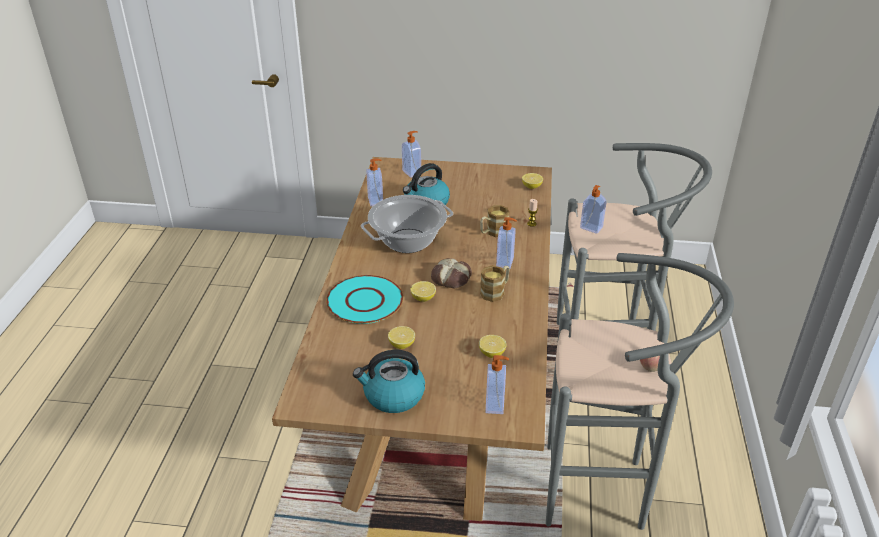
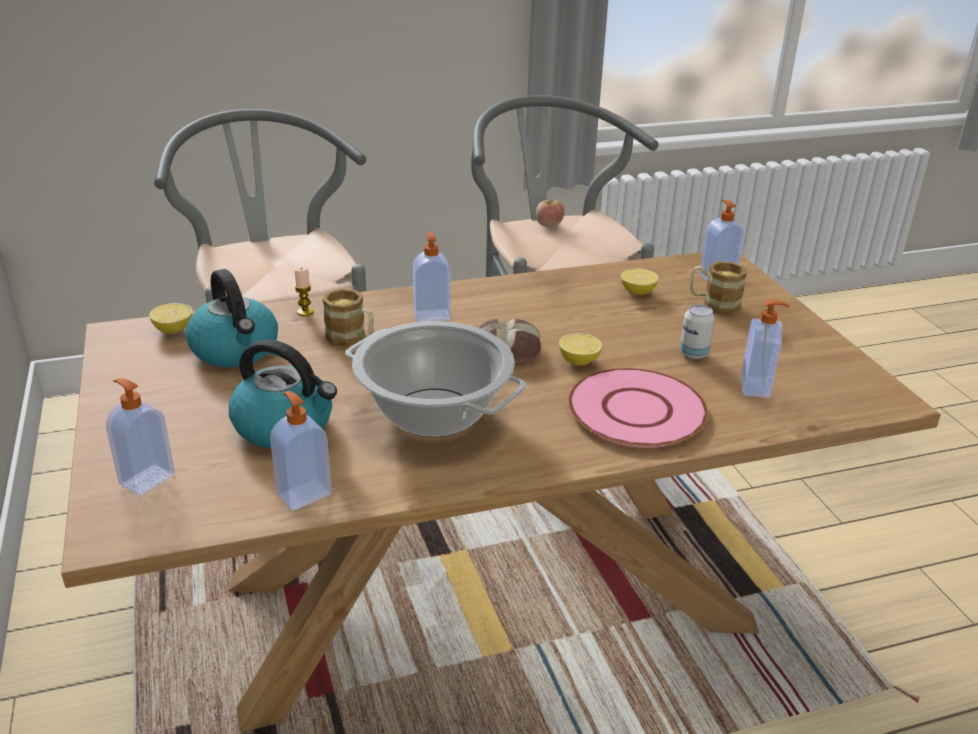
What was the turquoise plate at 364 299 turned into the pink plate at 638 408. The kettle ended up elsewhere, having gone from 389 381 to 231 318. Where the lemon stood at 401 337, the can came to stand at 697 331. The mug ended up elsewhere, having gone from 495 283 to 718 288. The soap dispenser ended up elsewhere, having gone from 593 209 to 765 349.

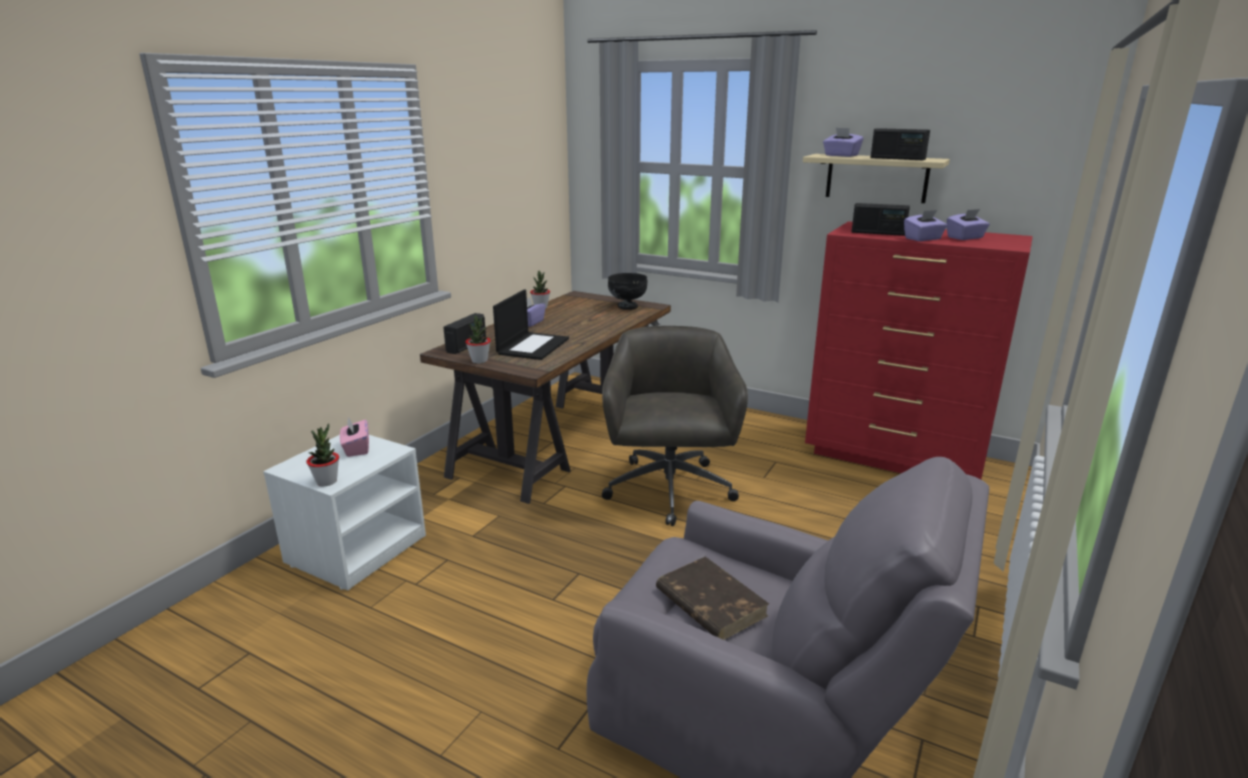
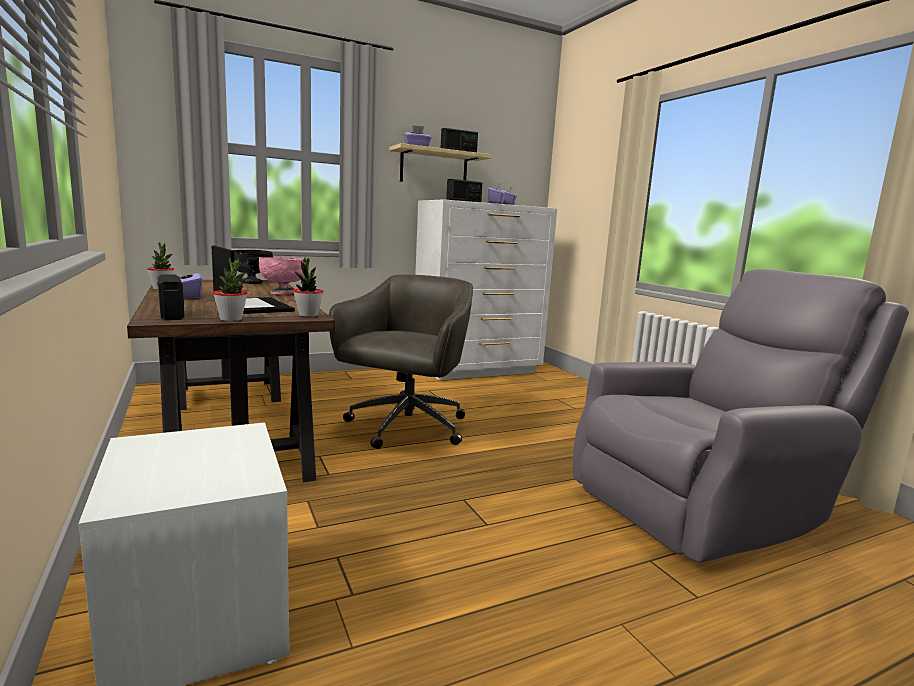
The potted plant ended up elsewhere, having gone from 322 455 to 308 287. The second view lost the pink tissue box at 354 437. The grey office chair at 675 426 ended up facing another way, 75 degrees clockwise from before. The second view lost the brown book at 712 598. What was the red dresser at 919 350 turned into the white dresser at 486 289. The second view gained the pink bowl at 283 275.

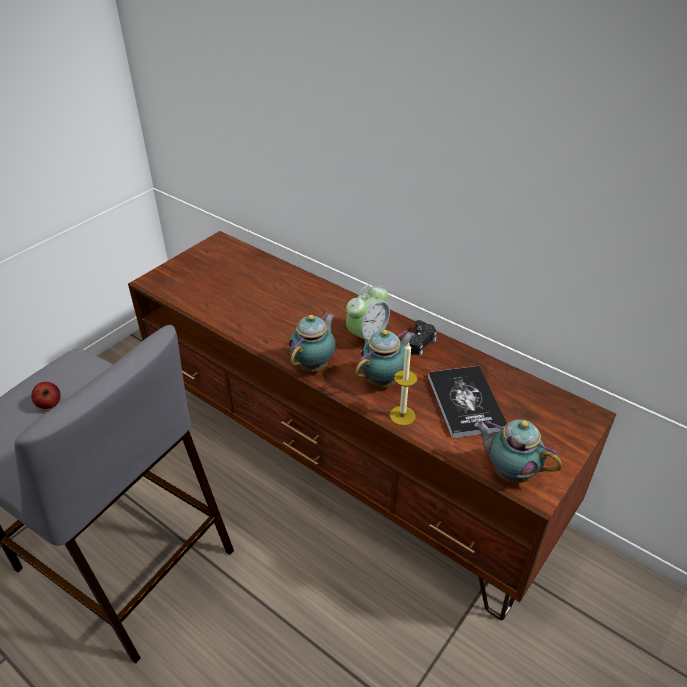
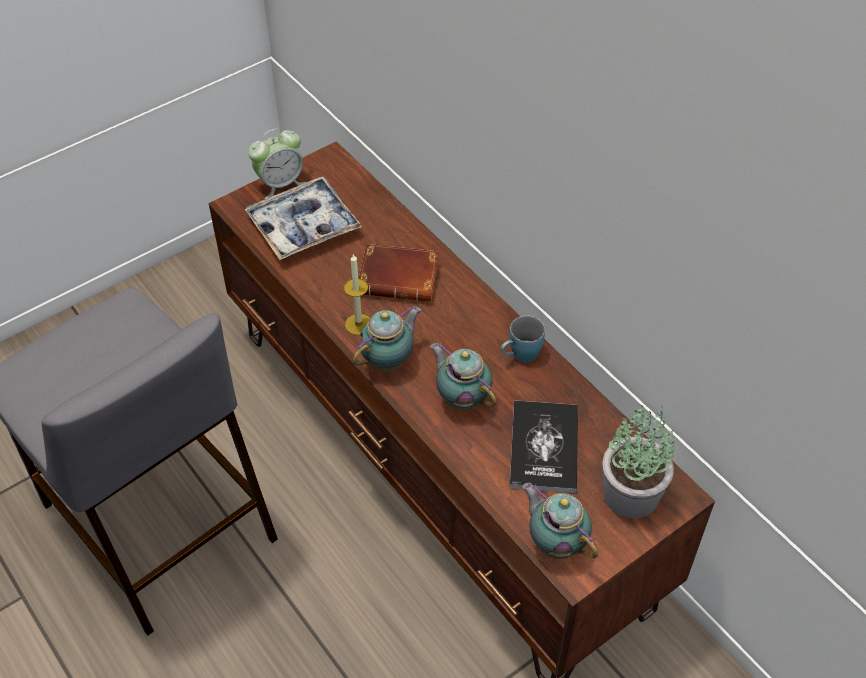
The second view lost the apple at 46 395. The alarm clock ended up elsewhere, having gone from 368 317 to 277 163. The teapot at 384 358 ended up facing another way, 105 degrees counterclockwise from before. The candle ended up elsewhere, having gone from 403 384 to 357 294. Where the black game controller stood at 418 338, the blue mug came to stand at 523 338. The second view gained the tray at 303 218. The second view gained the brown book at 398 273. The second view gained the potted plant at 638 461.

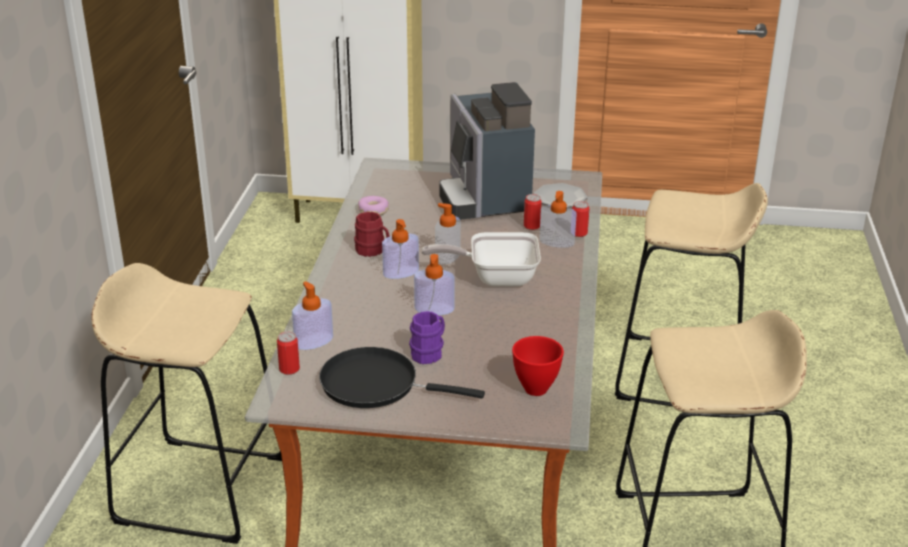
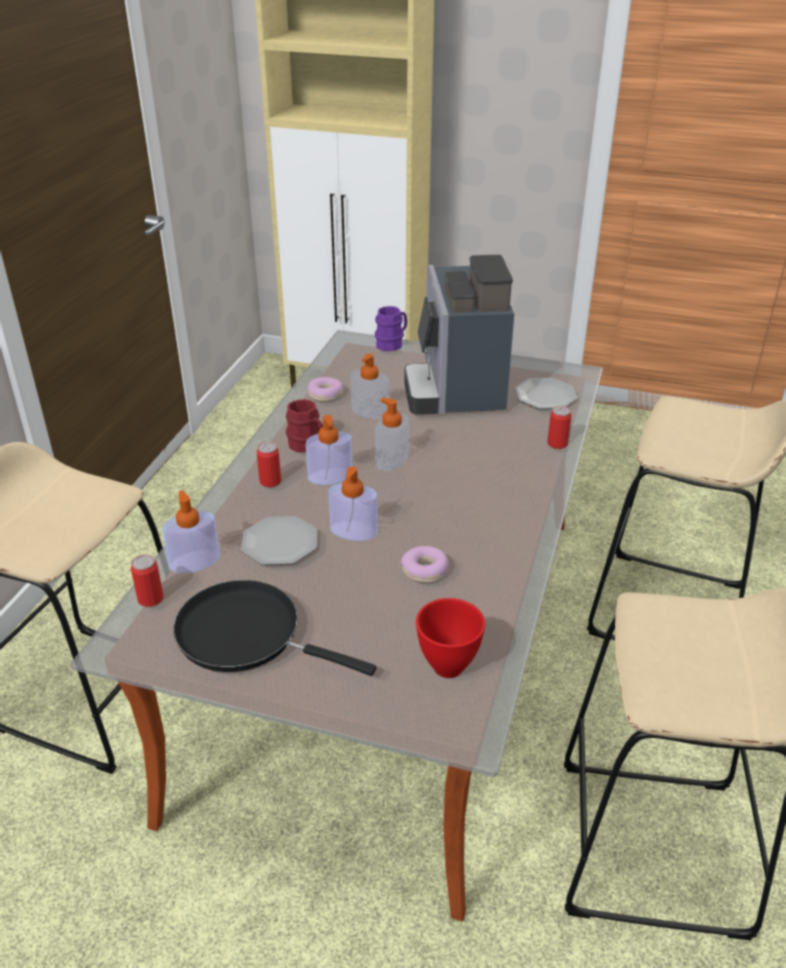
The purple mug ended up elsewhere, having gone from 427 337 to 391 328. The second view lost the frying pan at 481 259. The can ended up elsewhere, having gone from 532 212 to 269 464. The soap dispenser ended up elsewhere, having gone from 558 219 to 370 386. The second view gained the plate at 279 540. The second view gained the donut at 425 564.

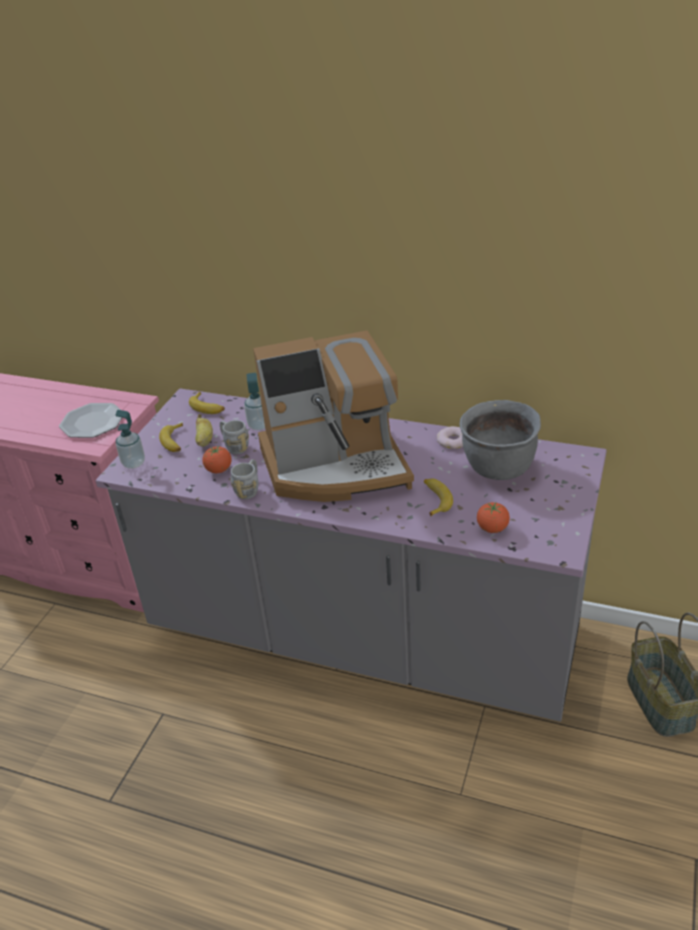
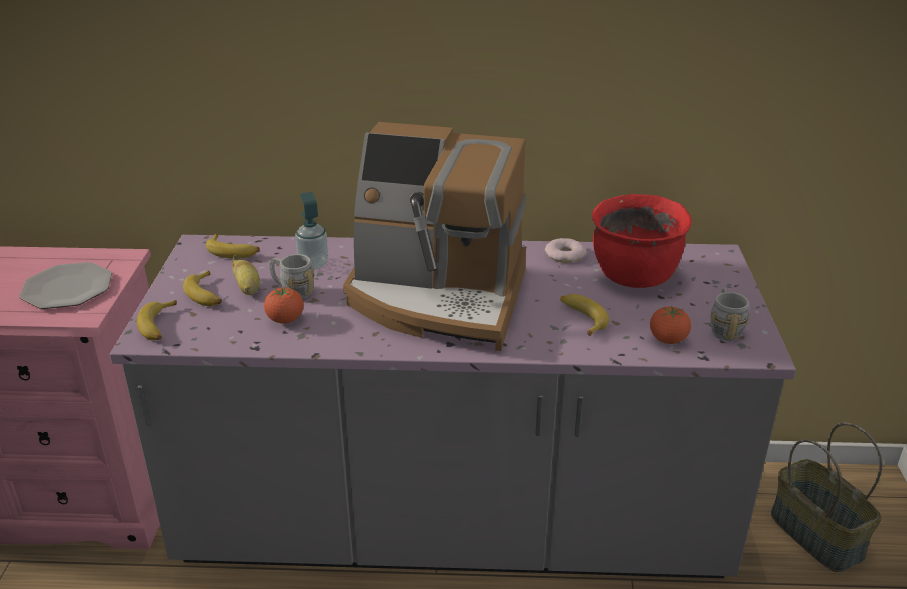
Where the soap dispenser stood at 130 439, the banana came to stand at 157 320. The grey mug ended up elsewhere, having gone from 244 479 to 729 314. The coffee machine at 333 416 ended up facing another way, 45 degrees clockwise from before. What was the grey cooking pot at 500 440 turned into the red cooking pot at 642 241.

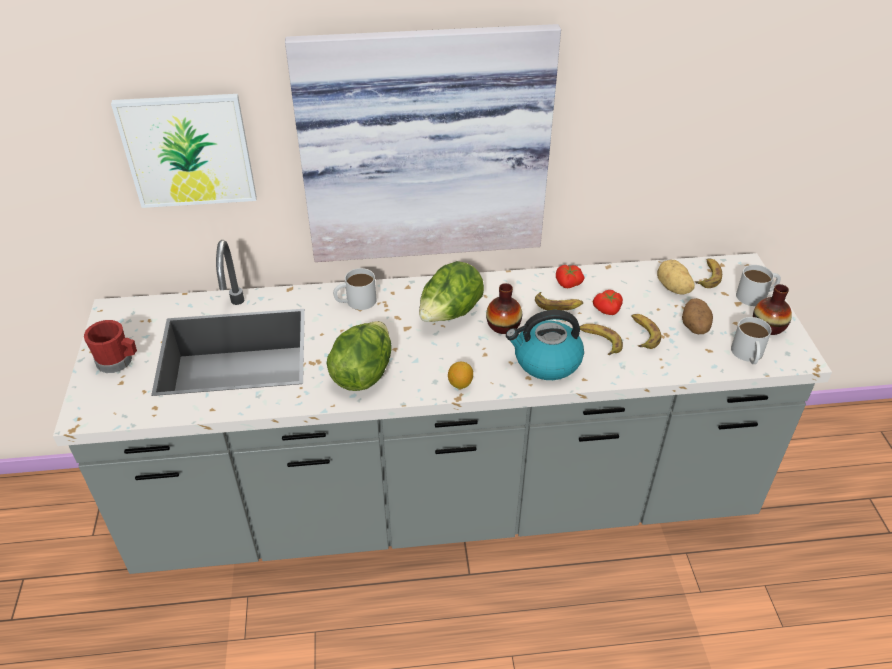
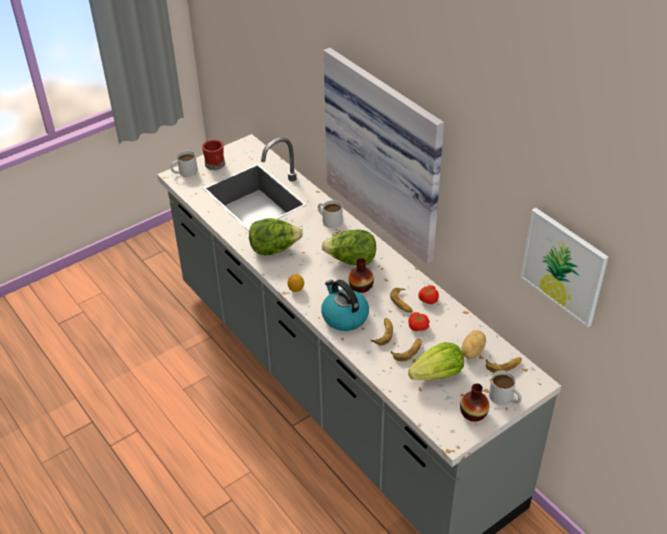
The picture ended up elsewhere, having gone from 184 151 to 564 267. Where the potato stood at 697 316, the lettuce came to stand at 436 361. The white mug ended up elsewhere, having gone from 751 340 to 184 164.

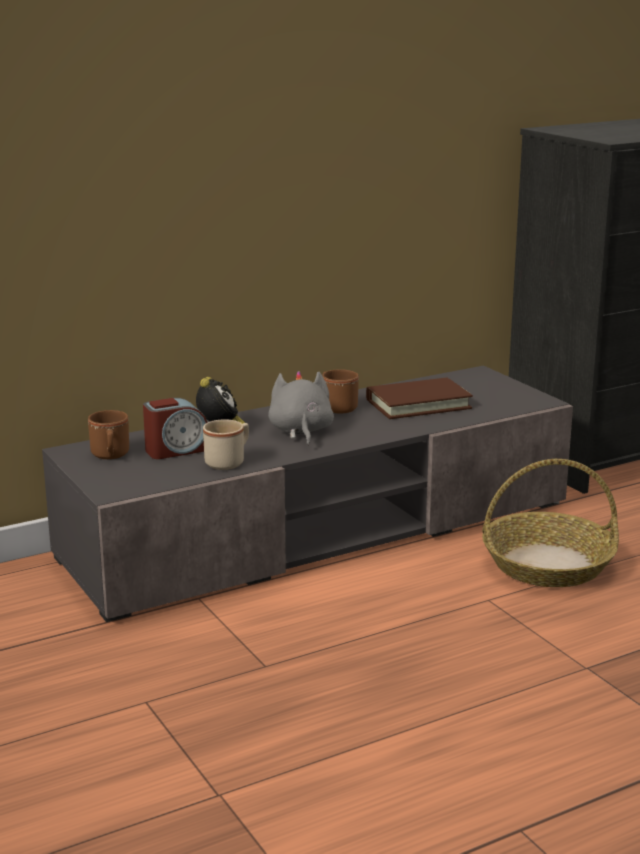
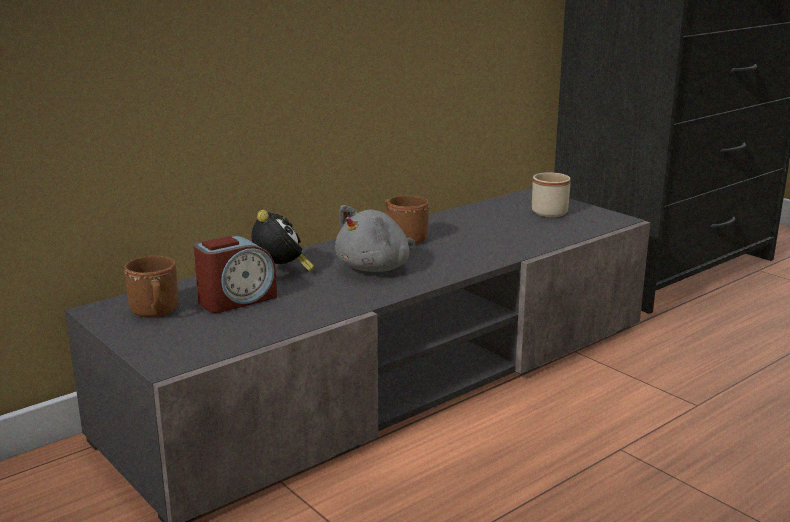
The beige mug ended up elsewhere, having gone from 226 444 to 551 194. The grey plush toy at 301 408 ended up facing another way, 120 degrees counterclockwise from before. The second view lost the brown book at 419 398. The second view lost the basket at 550 523.

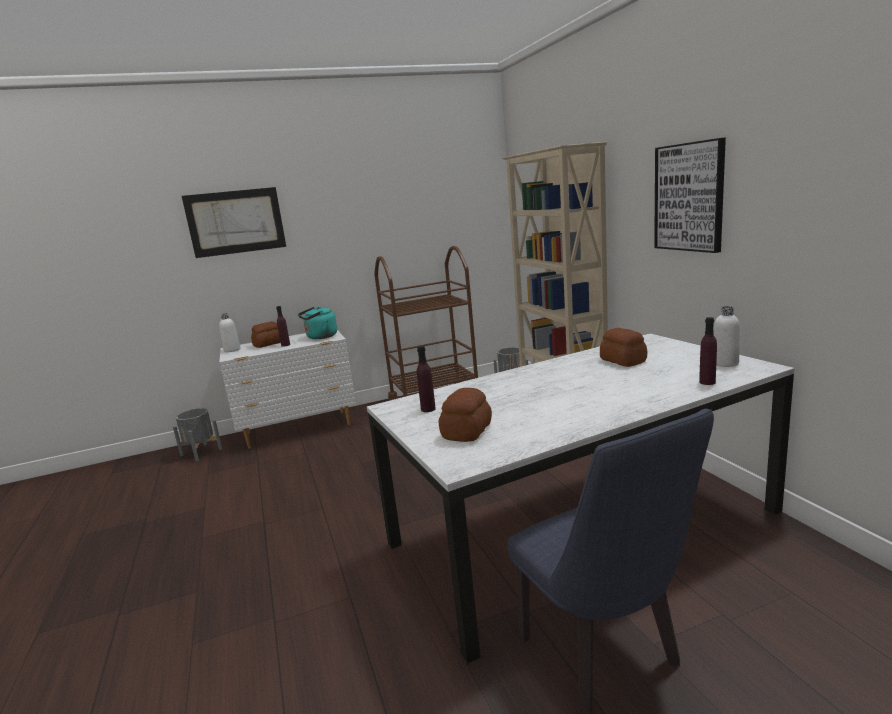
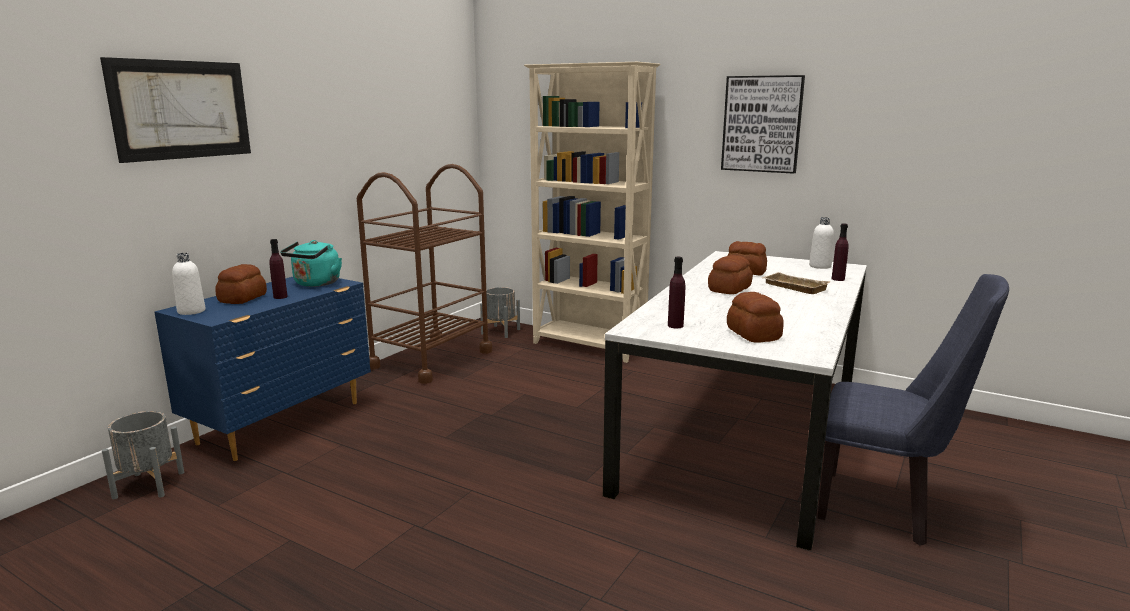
What was the white dresser at 287 389 turned into the blue dresser at 262 369. The second view gained the bread at 730 274. The second view gained the beige tray at 796 283.

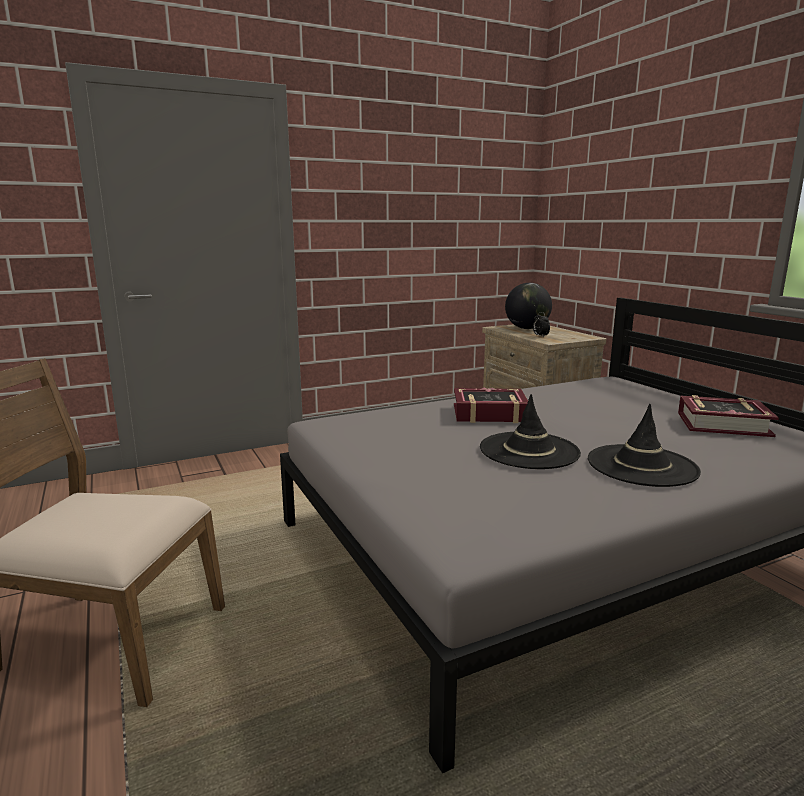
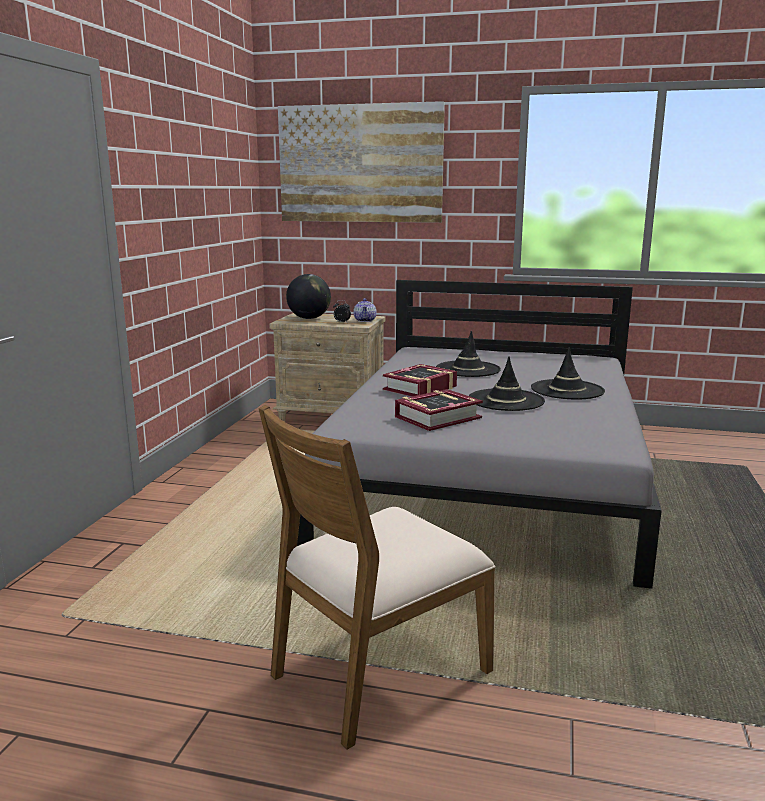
The book ended up elsewhere, having gone from 728 416 to 439 410. The second view gained the picture at 361 162. The second view gained the teapot at 365 310. The second view gained the black hat at 468 354.

